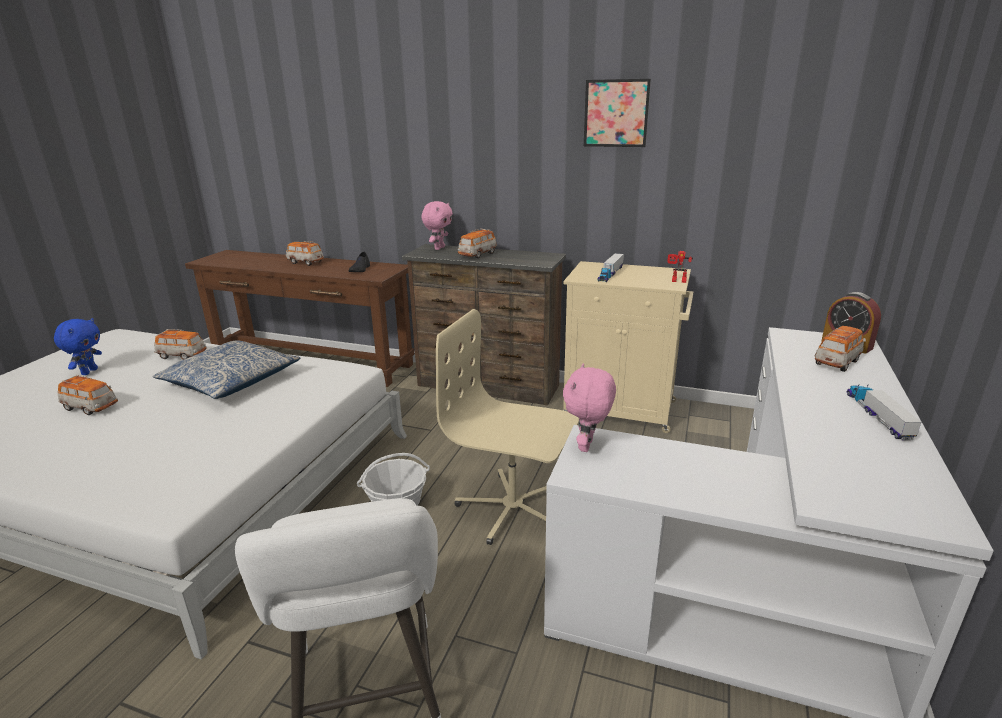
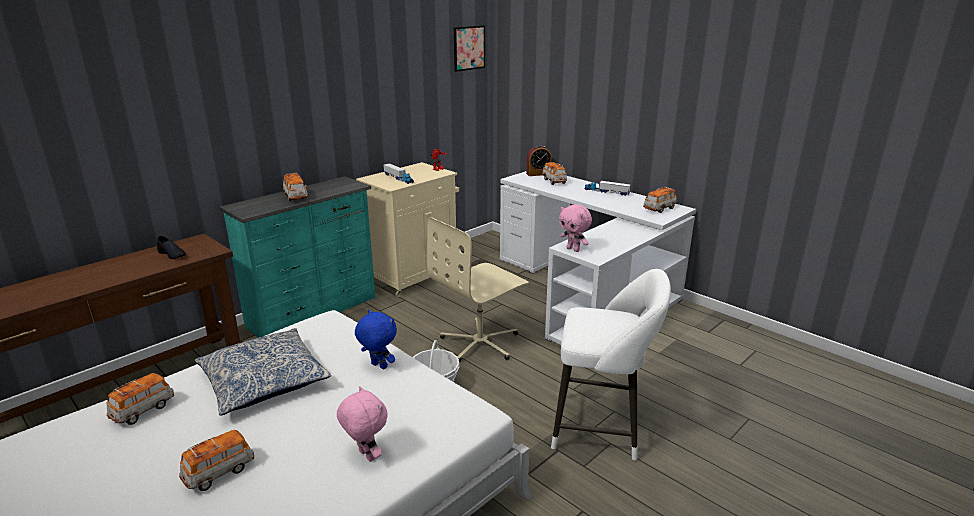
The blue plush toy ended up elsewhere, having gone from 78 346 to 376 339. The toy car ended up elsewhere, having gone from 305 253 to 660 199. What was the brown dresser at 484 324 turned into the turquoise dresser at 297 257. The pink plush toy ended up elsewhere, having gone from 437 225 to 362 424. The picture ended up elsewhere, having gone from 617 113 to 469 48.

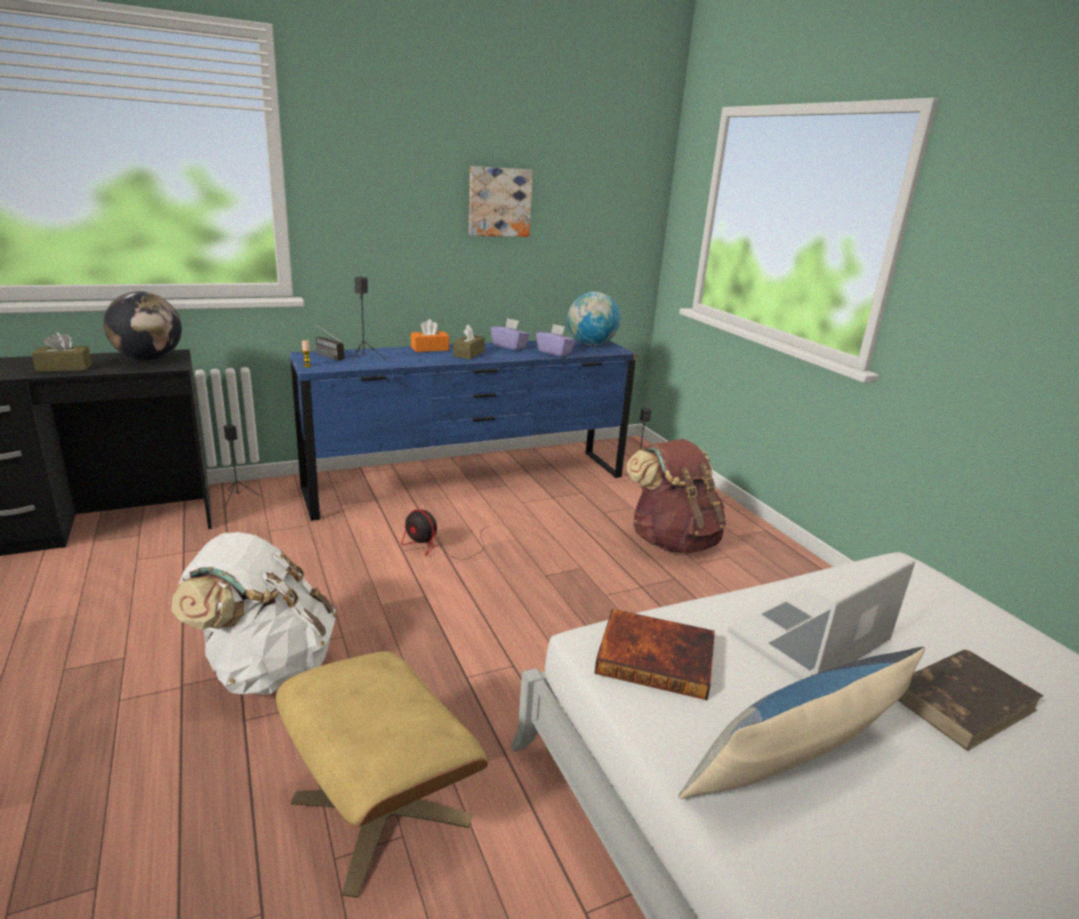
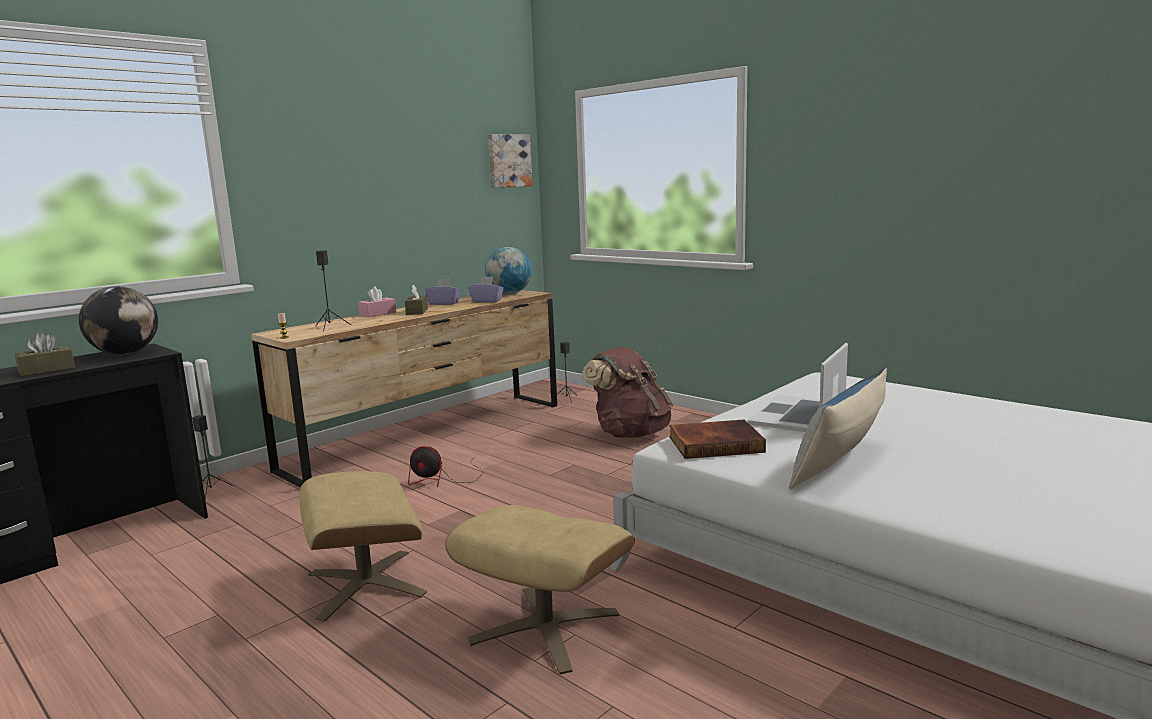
Where the white backpack stood at 253 613, the beige ottoman came to stand at 363 546. What was the blue dresser at 463 430 turned into the brown dresser at 404 389. The second view lost the radio at 326 340. What was the orange tissue box at 430 335 turned into the pink tissue box at 377 302. The picture ended up elsewhere, having gone from 500 201 to 510 161. The second view lost the brown book at 971 700.

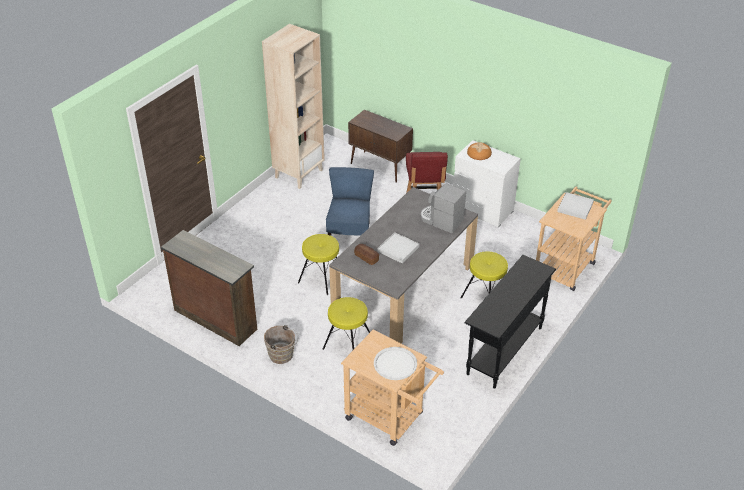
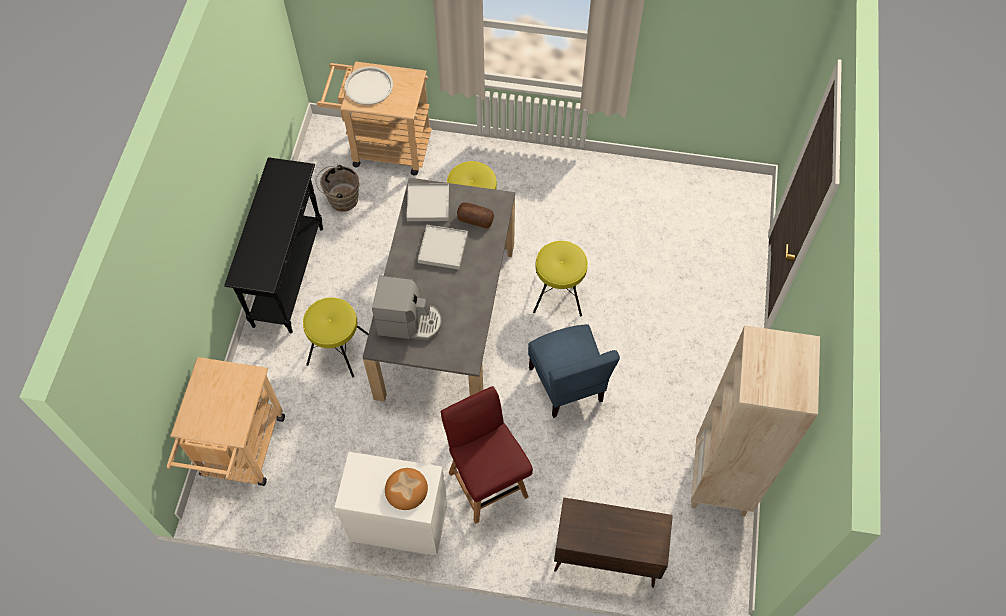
The second view lost the brown dresser at 209 288. The brown bucket ended up elsewhere, having gone from 281 344 to 337 188. The white tray ended up elsewhere, having gone from 575 206 to 428 202.

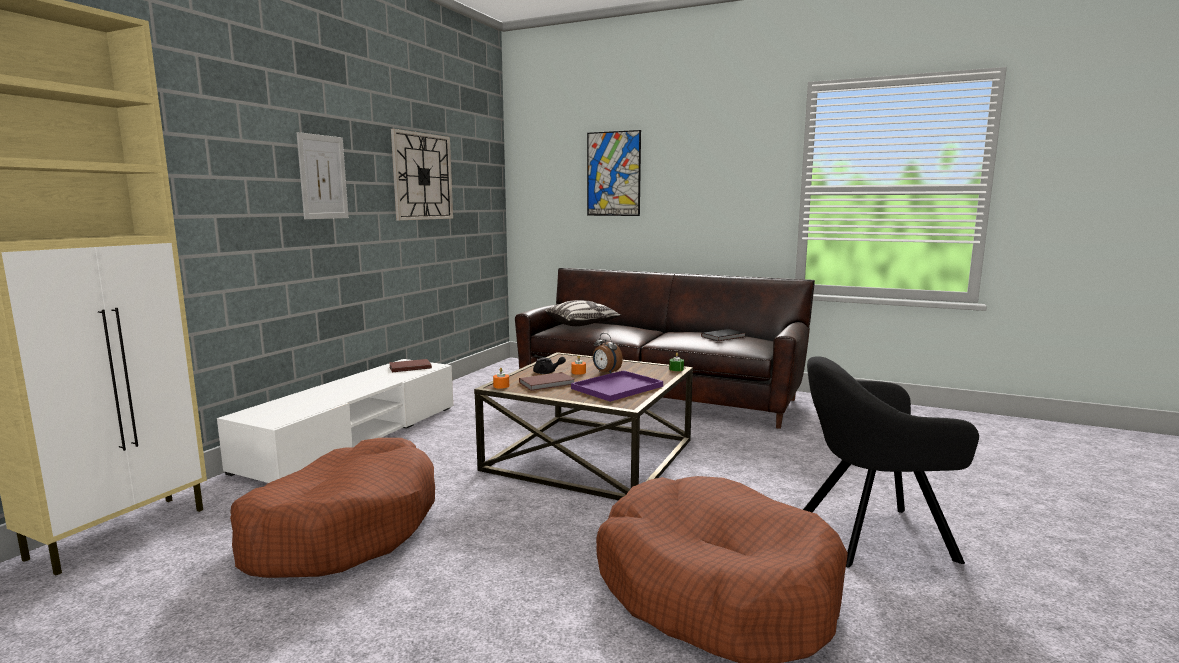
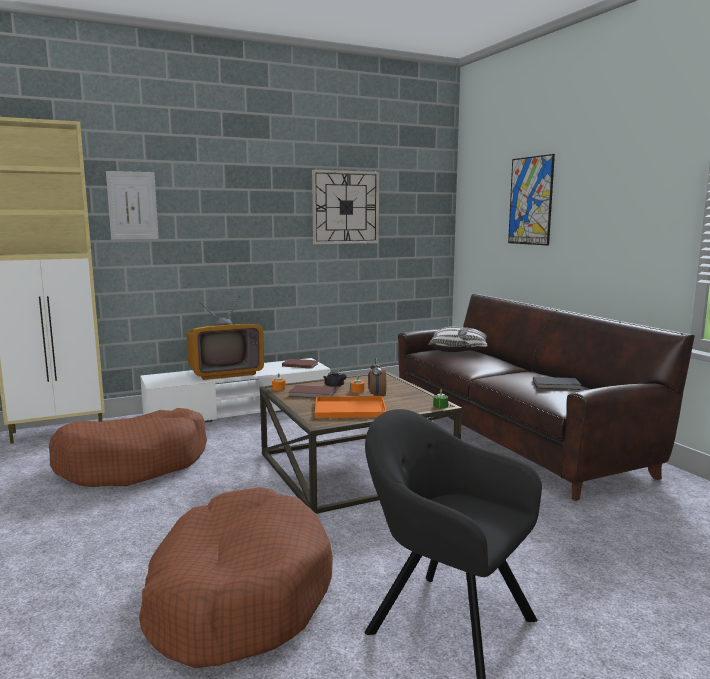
The picture ended up elsewhere, having gone from 322 175 to 132 205. What was the purple tray at 617 386 turned into the orange tray at 351 407. The second view gained the television at 225 337.

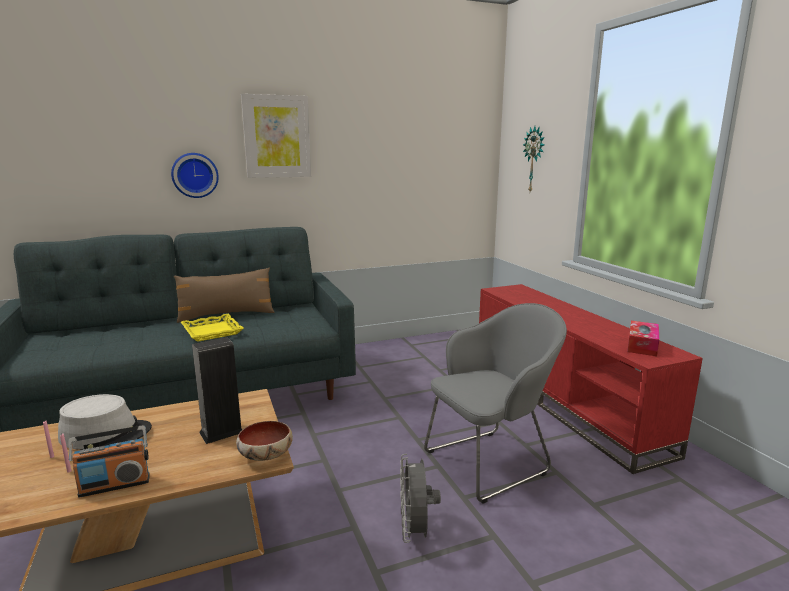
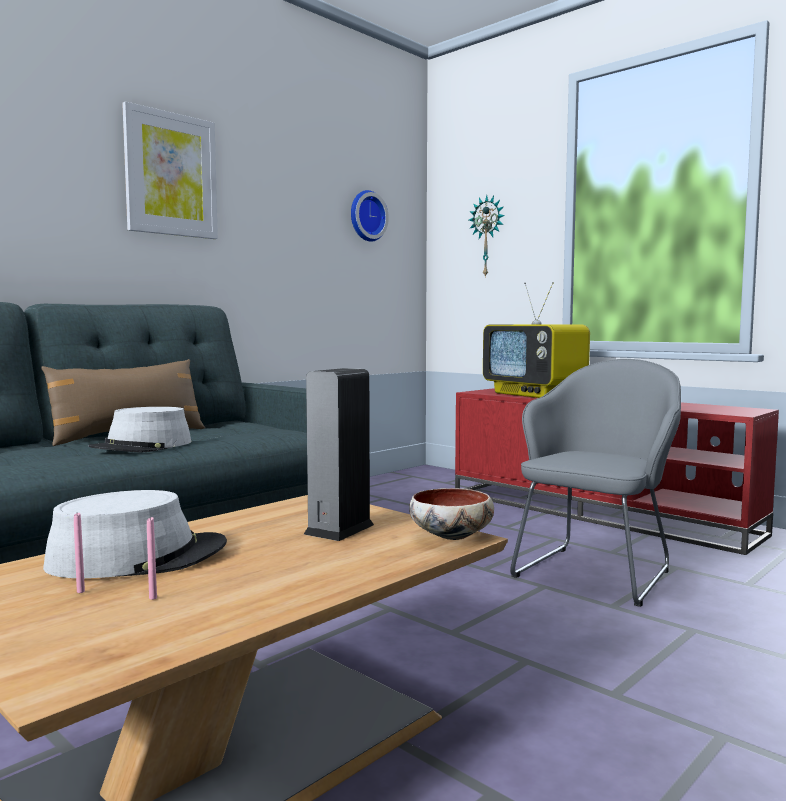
The second view lost the radio at 109 461. The wall clock ended up elsewhere, having gone from 195 175 to 370 216. Where the yellow tray stood at 212 328, the grey hat came to stand at 139 430. The second view lost the grey fan at 420 498. The second view lost the tissue box at 643 338. The second view gained the television at 536 340.

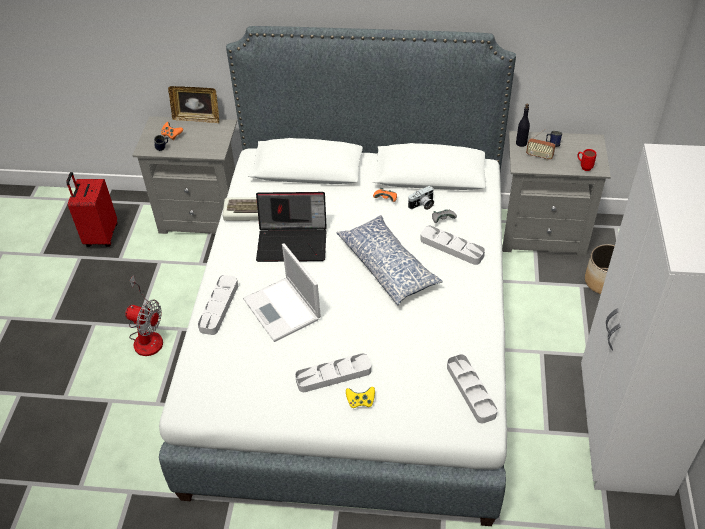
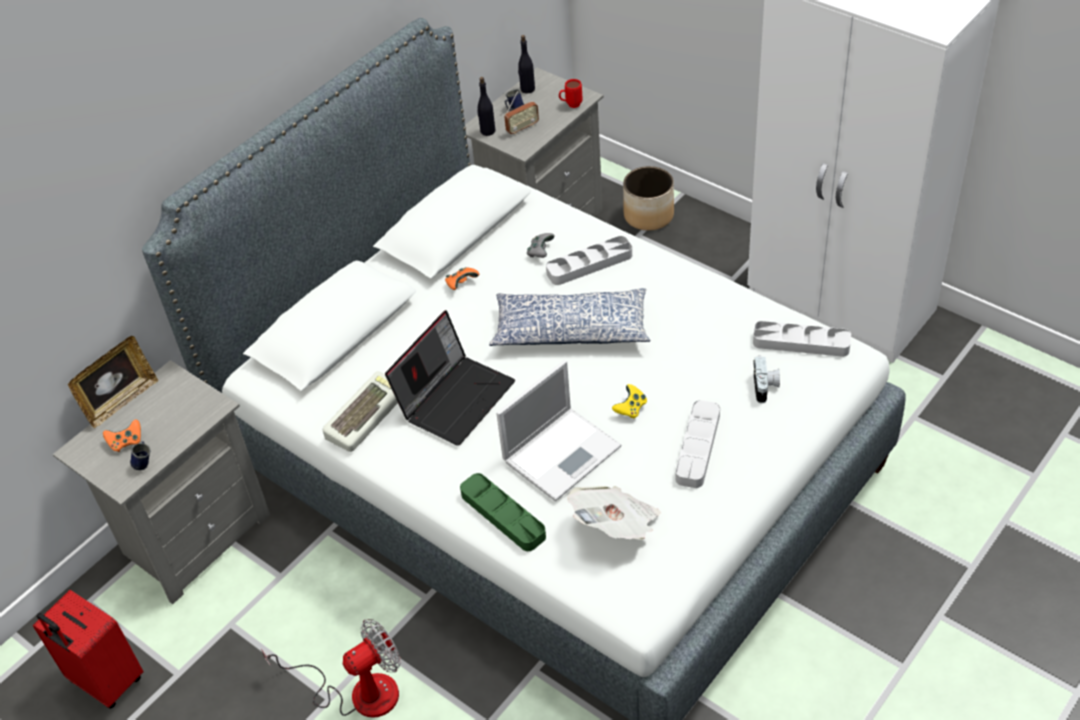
What was the grey tray at 218 305 turned into the green tray at 503 512. The laptop at 282 292 ended up facing another way, 45 degrees counterclockwise from before. The yellow game controller ended up elsewhere, having gone from 360 397 to 629 401. The photo camera ended up elsewhere, having gone from 421 198 to 766 379. The second view gained the black bottle at 526 64. The second view gained the newspaper at 614 513.

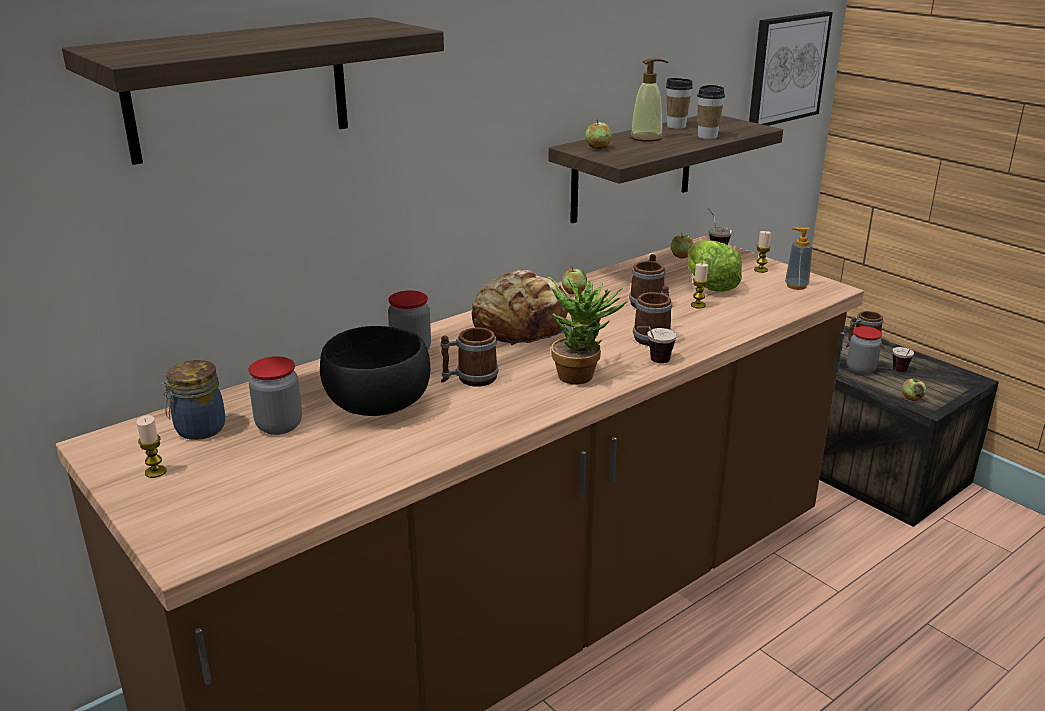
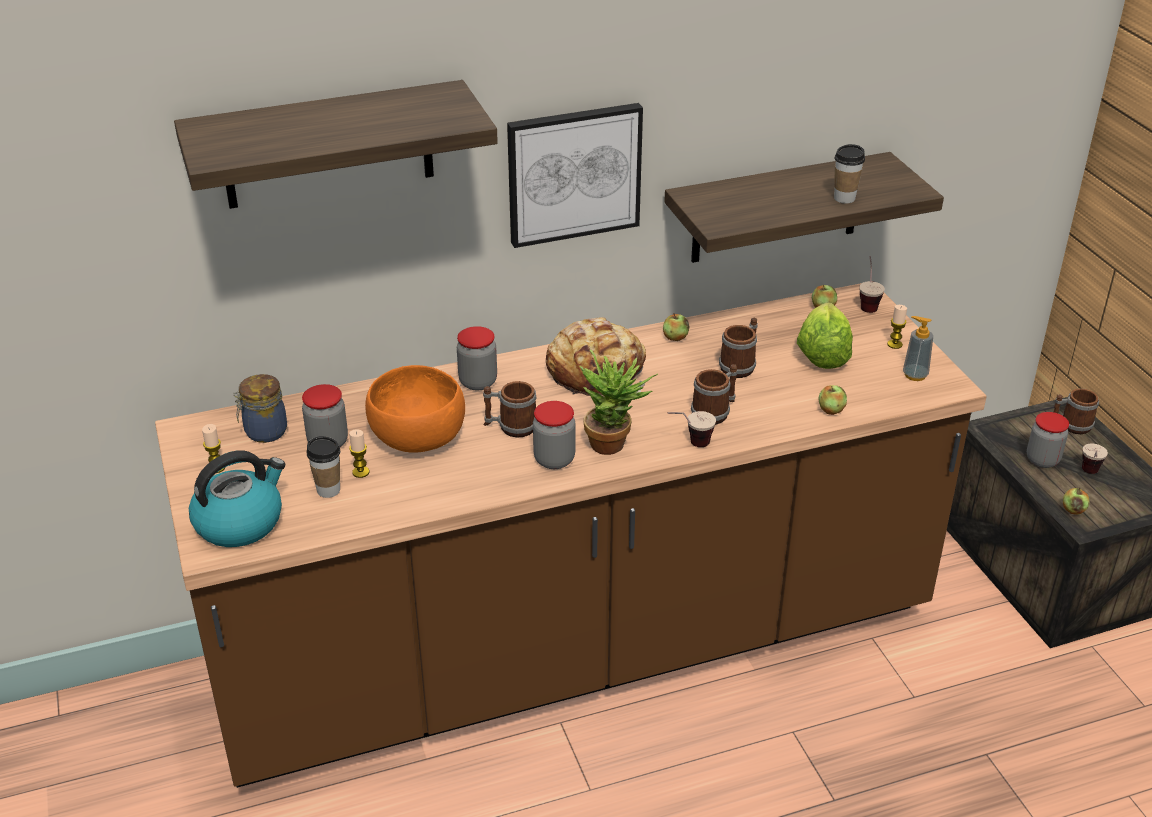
What was the black bowl at 375 371 turned into the orange bowl at 415 409. The apple ended up elsewhere, having gone from 599 134 to 832 400. The second view lost the soap dispenser at 649 100. The cup ended up elsewhere, having gone from 679 103 to 323 467. The candle ended up elsewhere, having gone from 699 285 to 359 453. The picture ended up elsewhere, having gone from 791 68 to 575 175. The second view gained the kettle at 237 498. The second view gained the jar at 554 435.

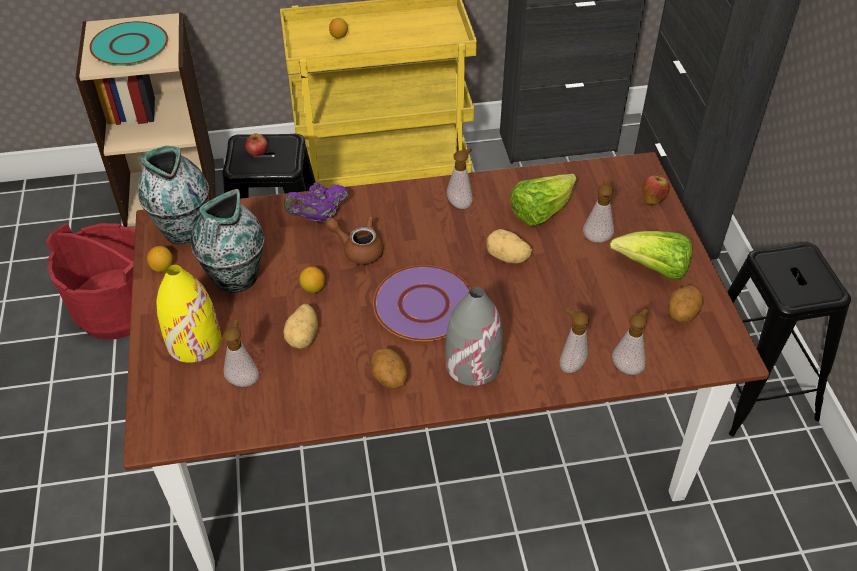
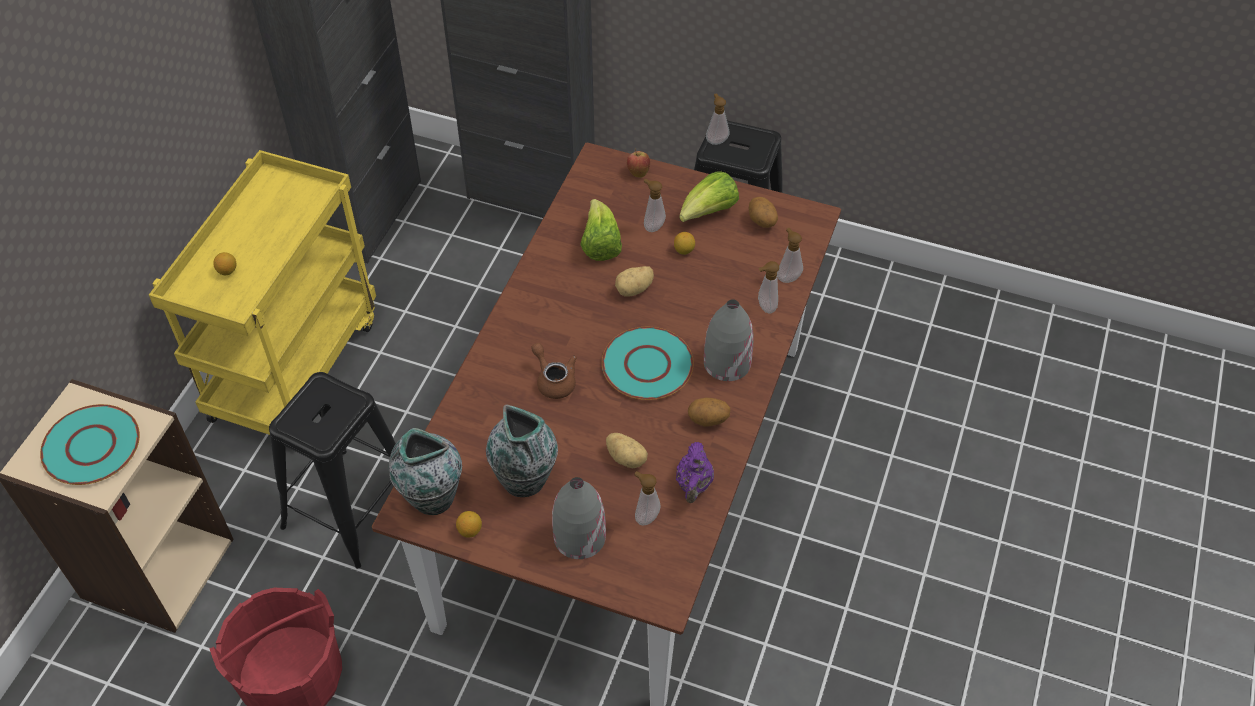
What was the yellow vase at 188 314 turned into the grey vase at 579 518. The second view lost the apple at 256 145. The purple teapot ended up elsewhere, having gone from 316 202 to 695 472. The lemon ended up elsewhere, having gone from 312 280 to 684 243. The brown teapot at 354 241 ended up facing another way, 90 degrees clockwise from before. What was the purple plate at 422 303 turned into the turquoise plate at 648 363. The soap dispenser ended up elsewhere, having gone from 460 178 to 718 119.

